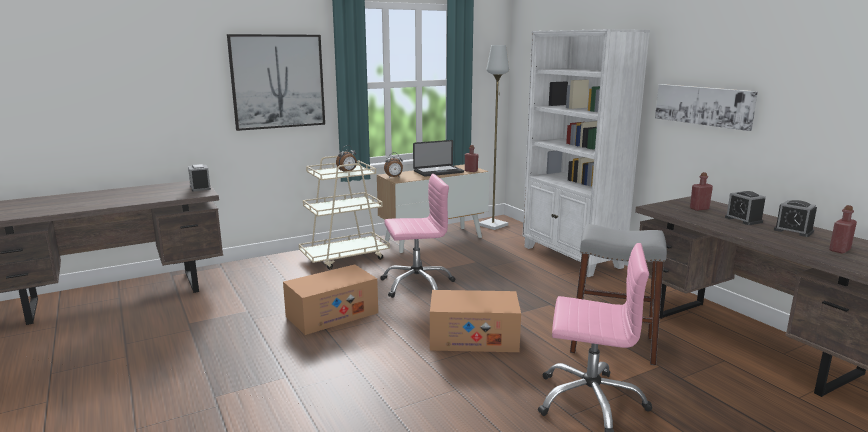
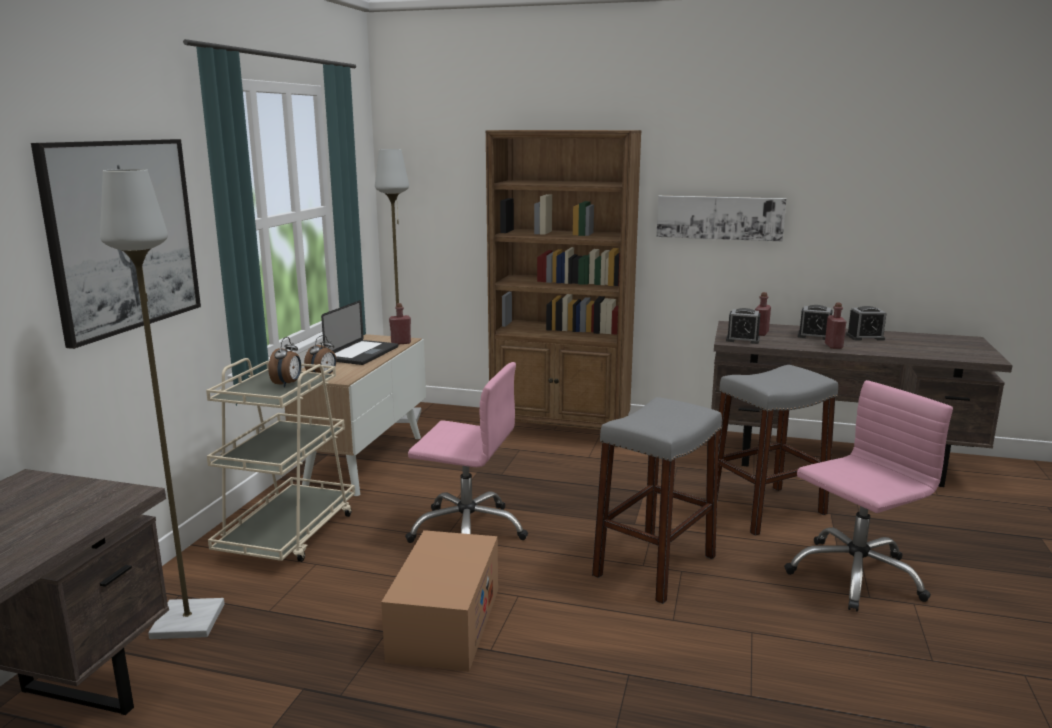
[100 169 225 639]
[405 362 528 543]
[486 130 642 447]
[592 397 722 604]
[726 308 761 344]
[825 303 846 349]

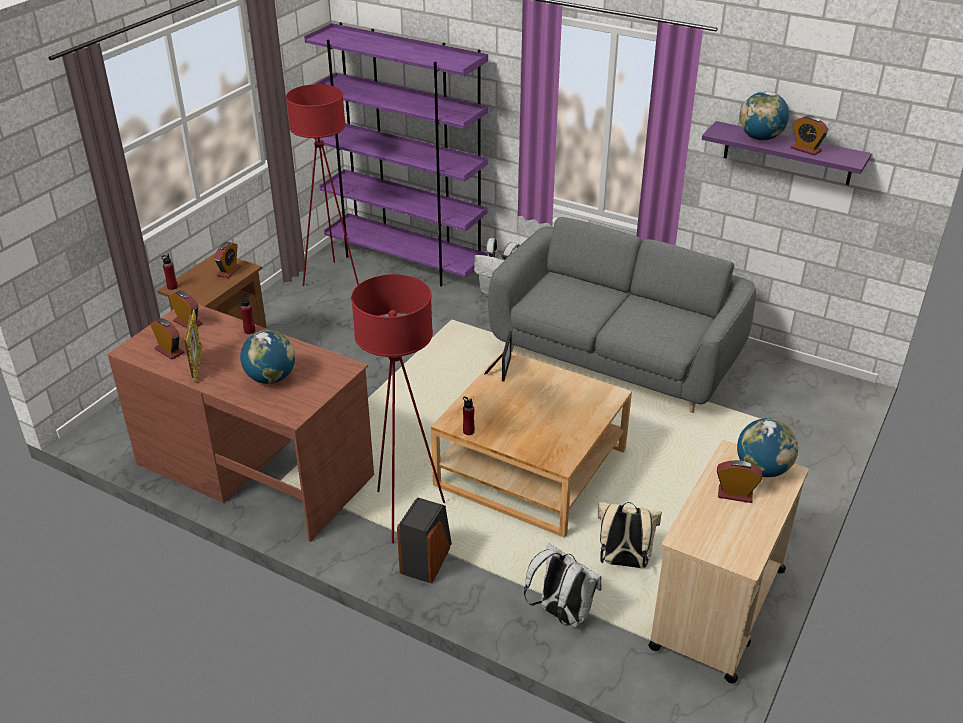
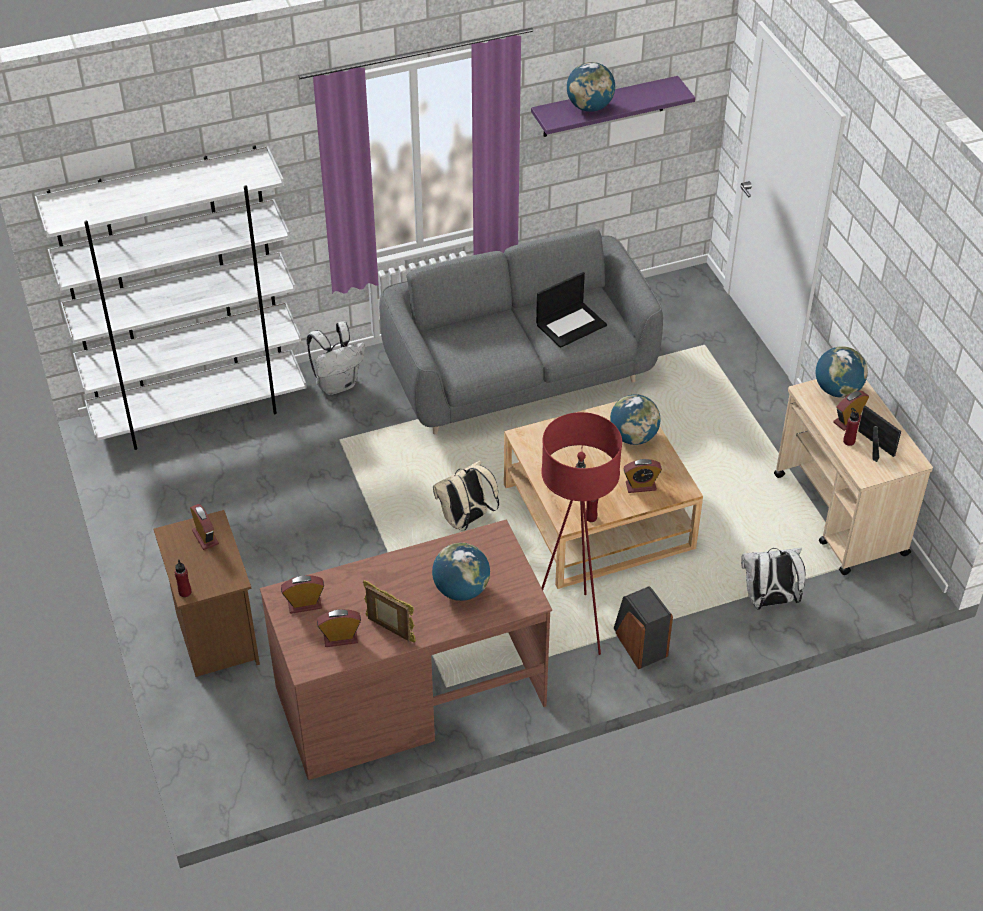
[35 145 307 450]
[433 460 499 531]
[536 272 607 348]
[610 394 660 445]
[623 459 662 493]
[843 408 860 446]
[858 405 901 462]
[286 84 359 286] (first image)

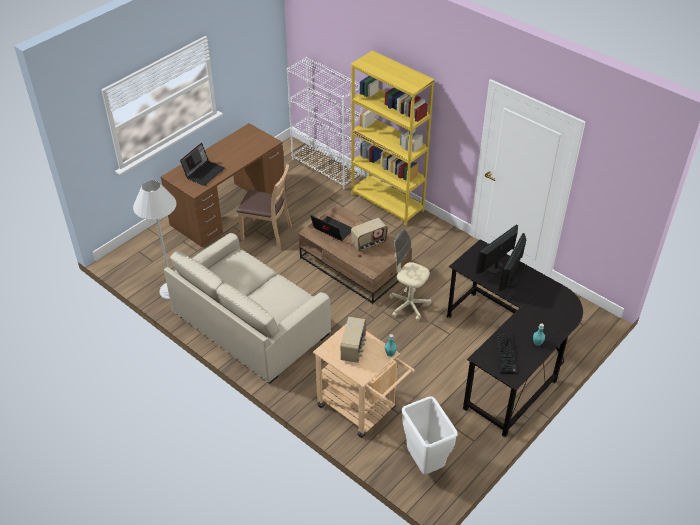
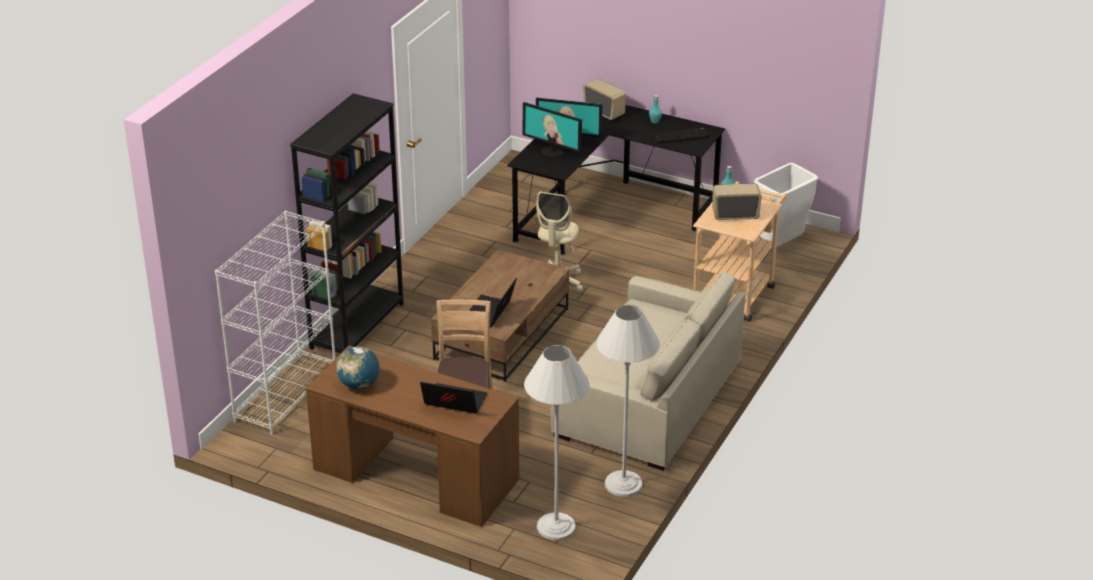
[290 93 404 353]
[336 346 380 389]
[524 345 590 540]
[583 79 626 120]

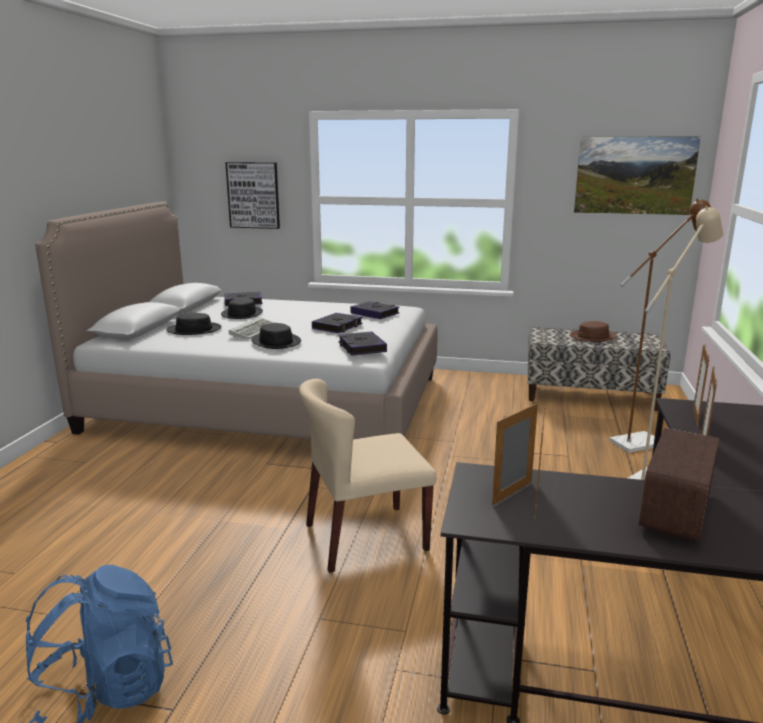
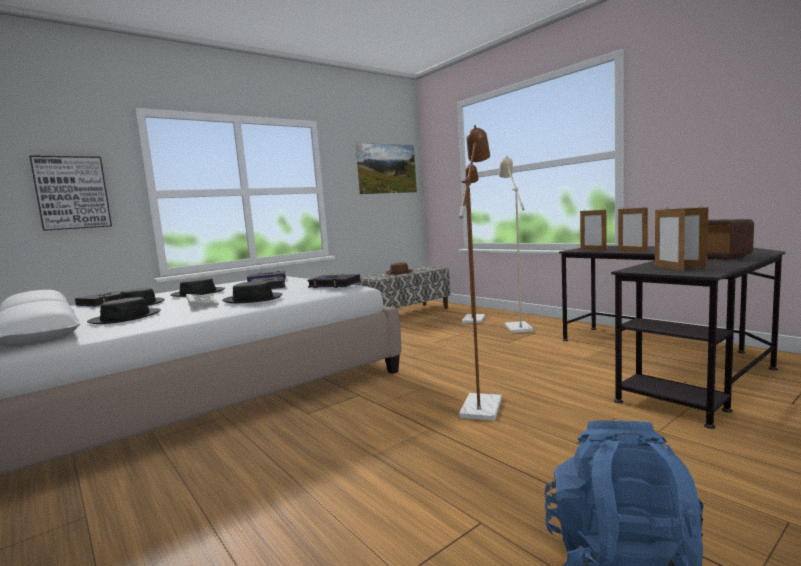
[170 278 225 297]
[459 125 502 421]

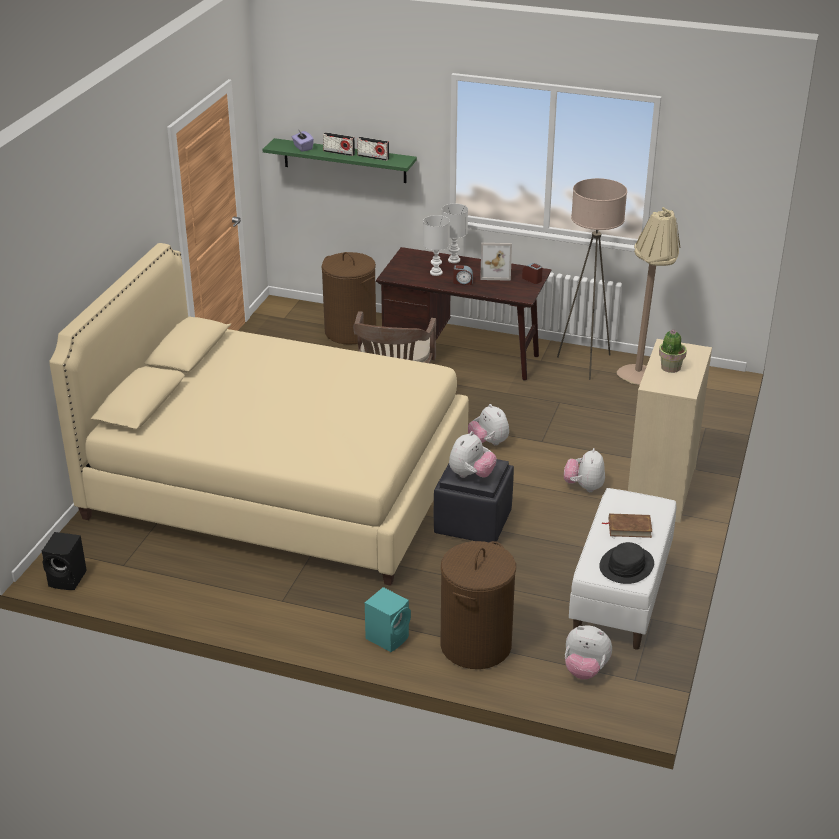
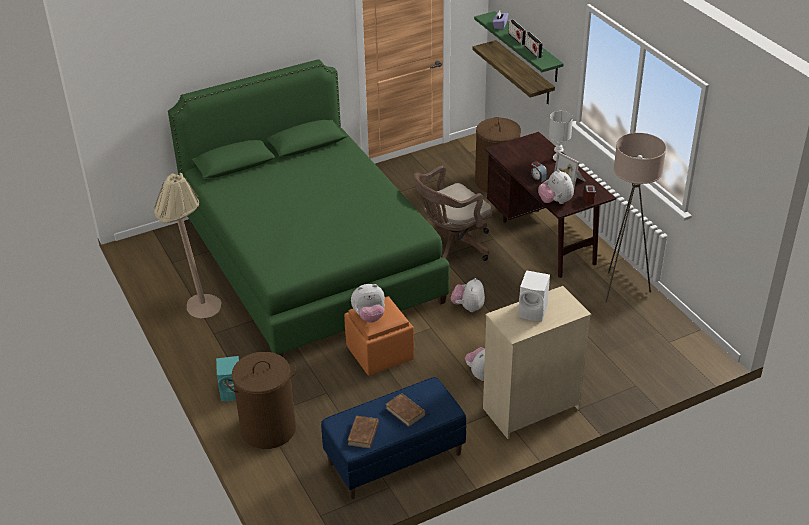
[154 173 221 318]
[168 59 450 357]
[321 377 466 499]
[344 296 414 376]
[347 415 379 449]
[473 40 555 104]
[518 270 550 321]
[538 169 574 204]
[42 532 87 590] (first image)
[423 215 450 276] (first image)

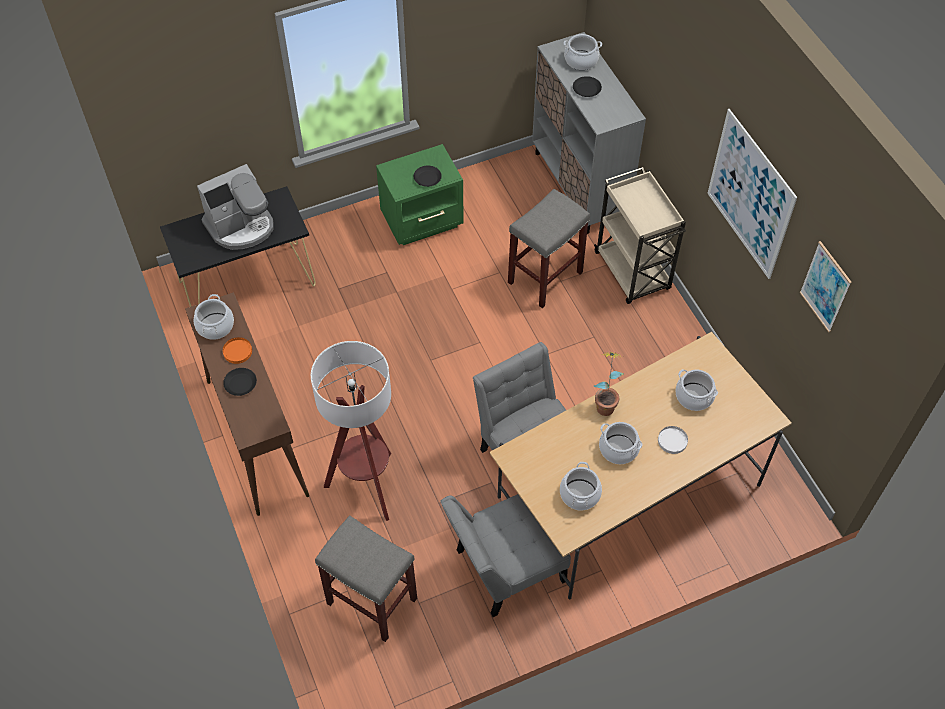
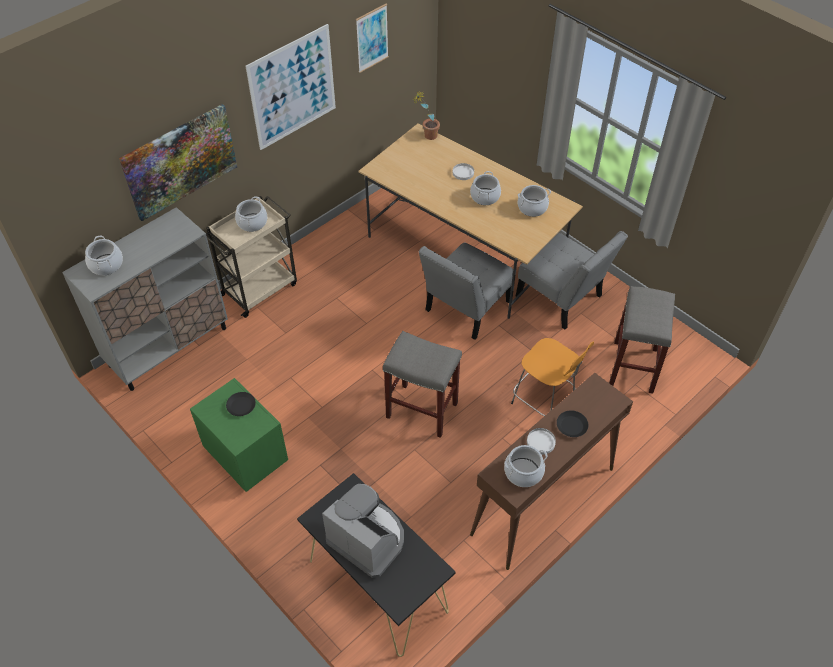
[119 104 237 221]
[235 196 267 232]
[383 331 462 438]
[414 91 440 140]
[511 338 594 416]
[527 428 556 455]
[573 76 602 97] (first image)

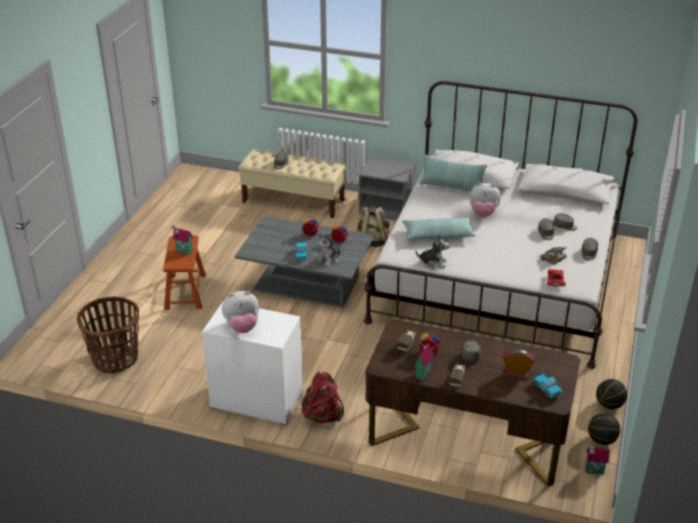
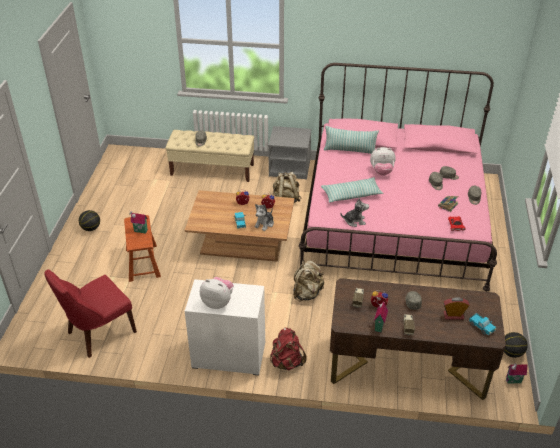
[44 269 137 358]
[79 210 100 231]
[185 190 295 262]
[200 277 234 309]
[293 260 324 302]
[299 63 497 291]

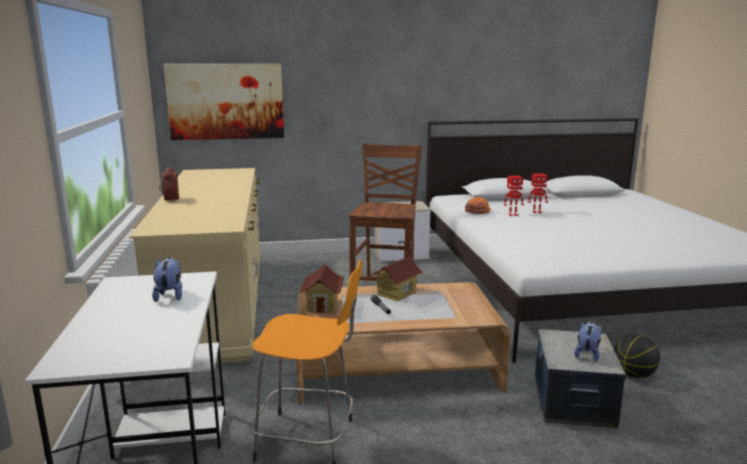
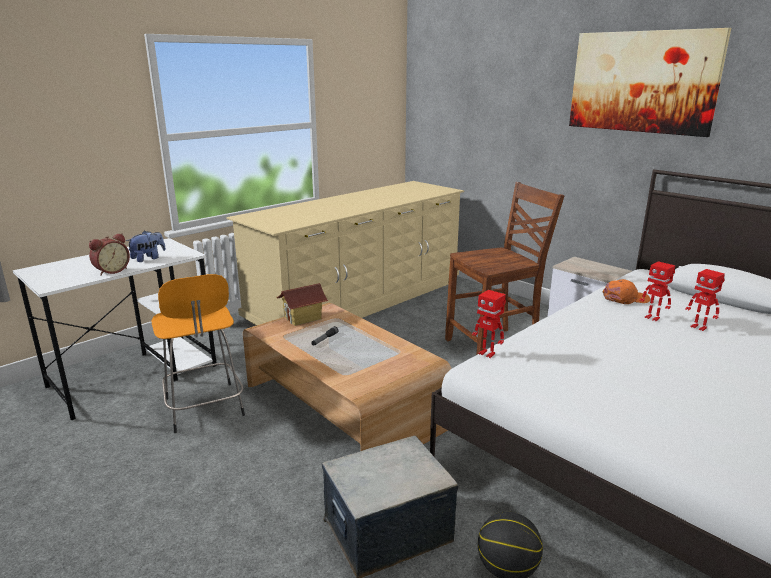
[89 233 130 276]
[472 290 506 358]
[569 28 731 137]
[369 256 423 302] (first image)
[574 321 601 362] (first image)

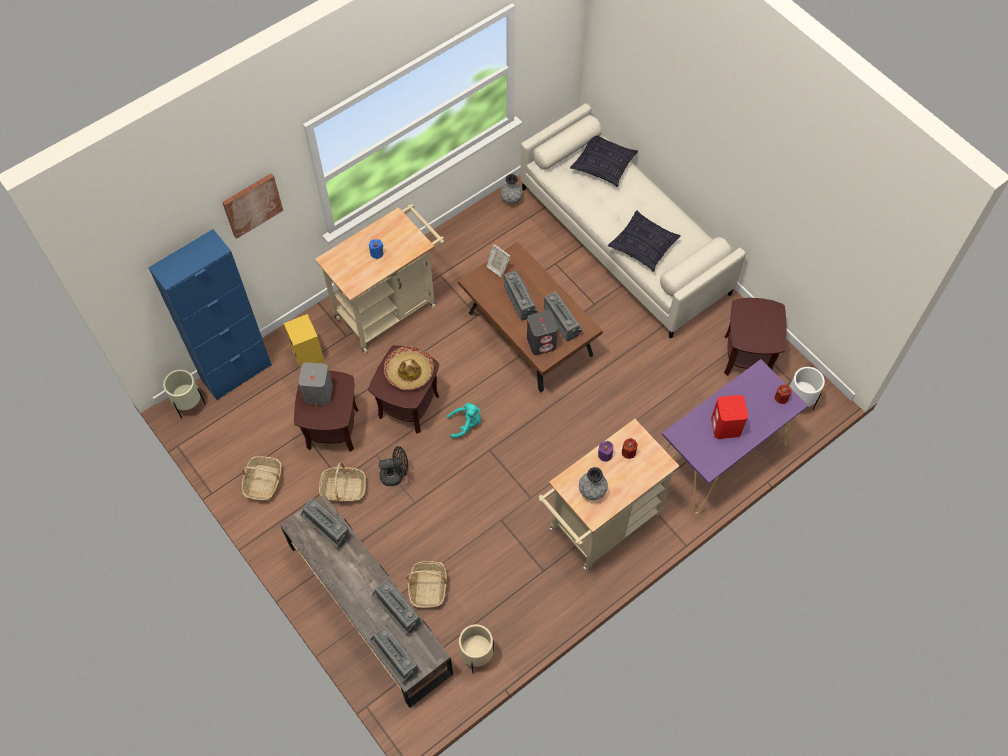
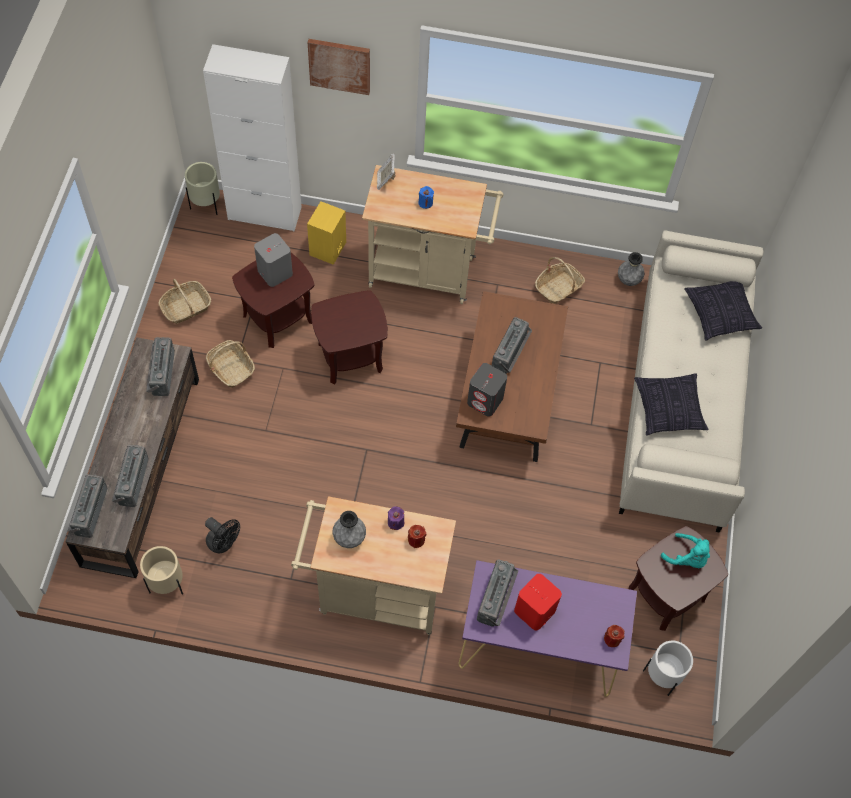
[203 44 302 232]
[205 517 240 553]
[377 153 395 190]
[477 560 518 627]
[535 257 585 304]
[661 533 710 568]
[384 346 434 390] (first image)

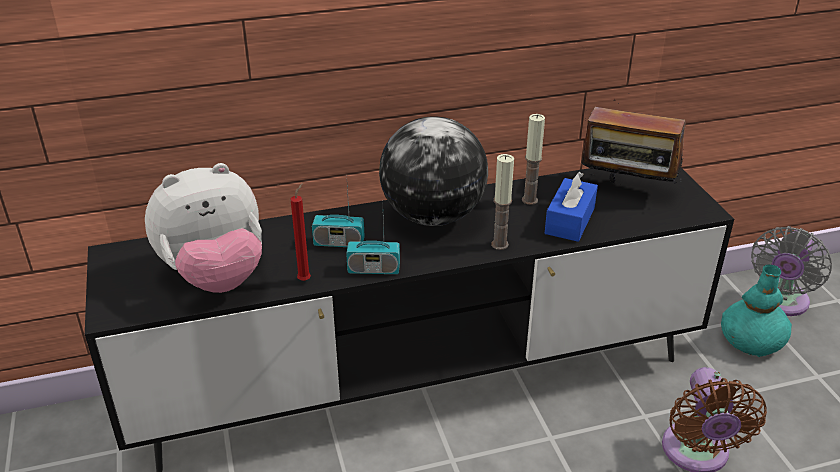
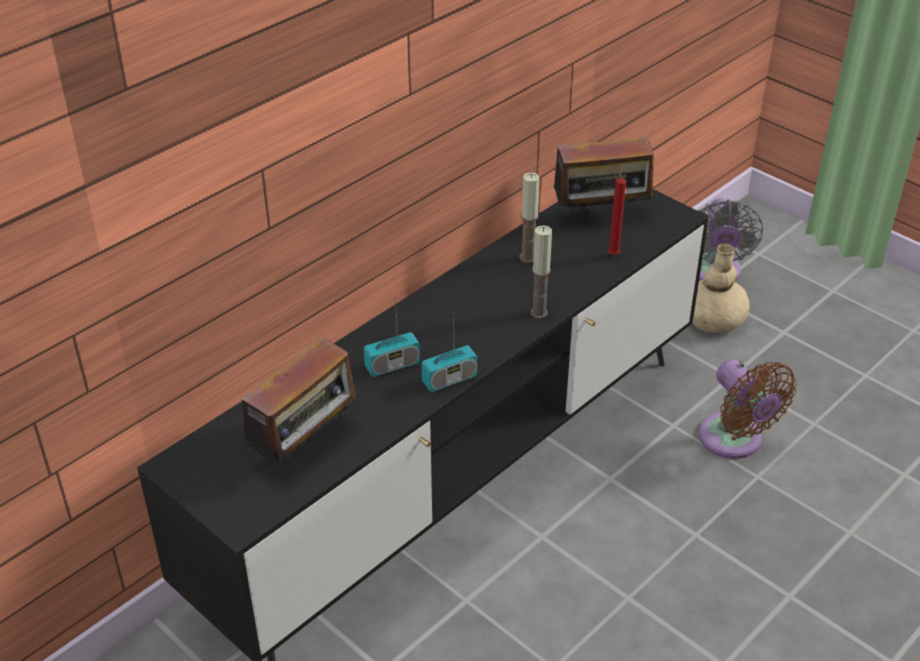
[230 336 365 470]
[608 166 626 255]
[692 243 750 334]
[379 116 488 226] (first image)
[545 172 598 242] (first image)

